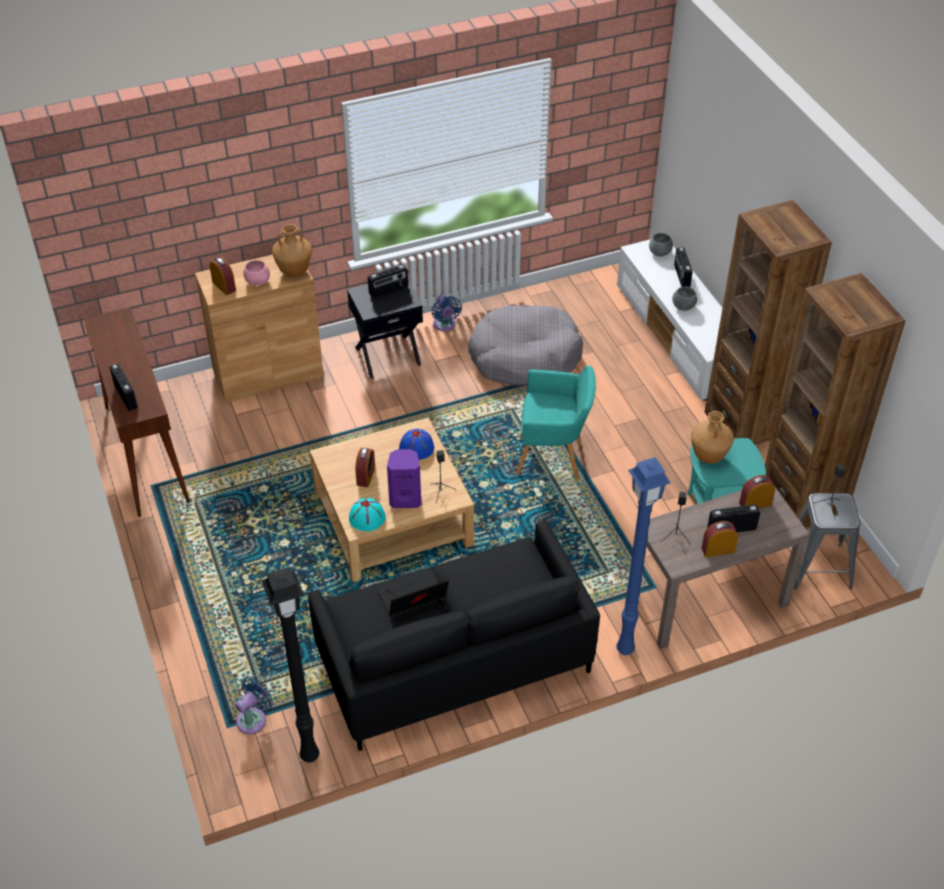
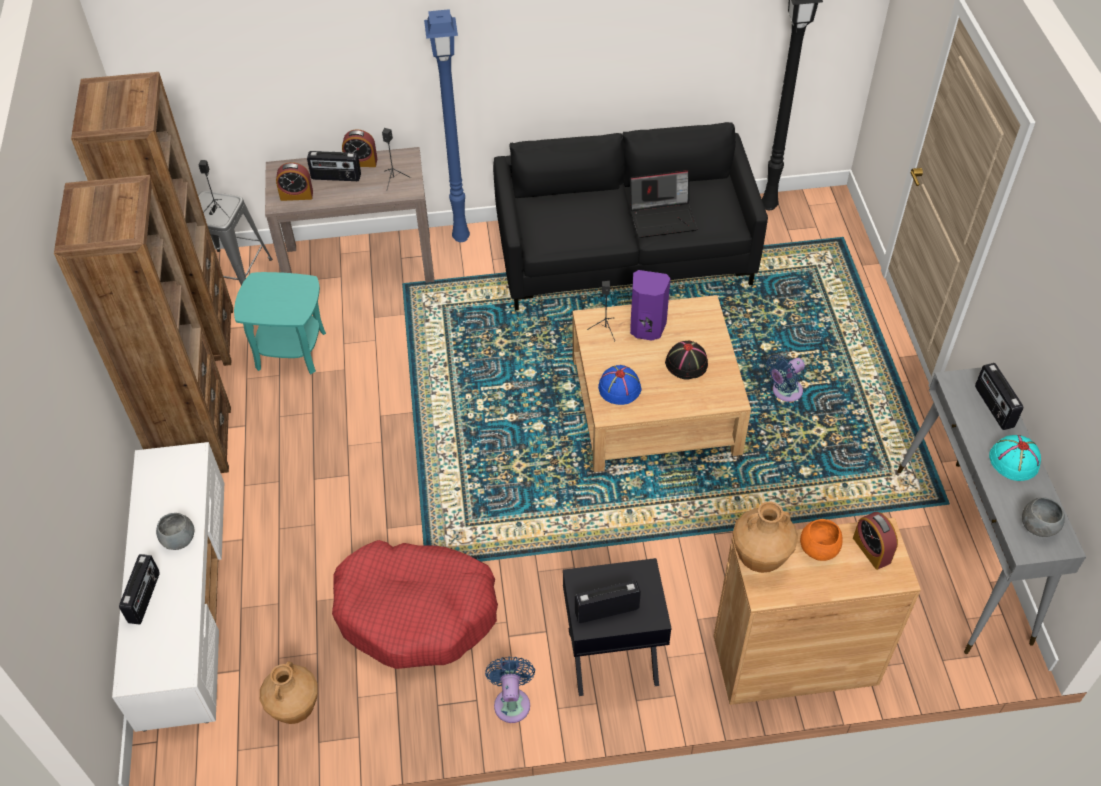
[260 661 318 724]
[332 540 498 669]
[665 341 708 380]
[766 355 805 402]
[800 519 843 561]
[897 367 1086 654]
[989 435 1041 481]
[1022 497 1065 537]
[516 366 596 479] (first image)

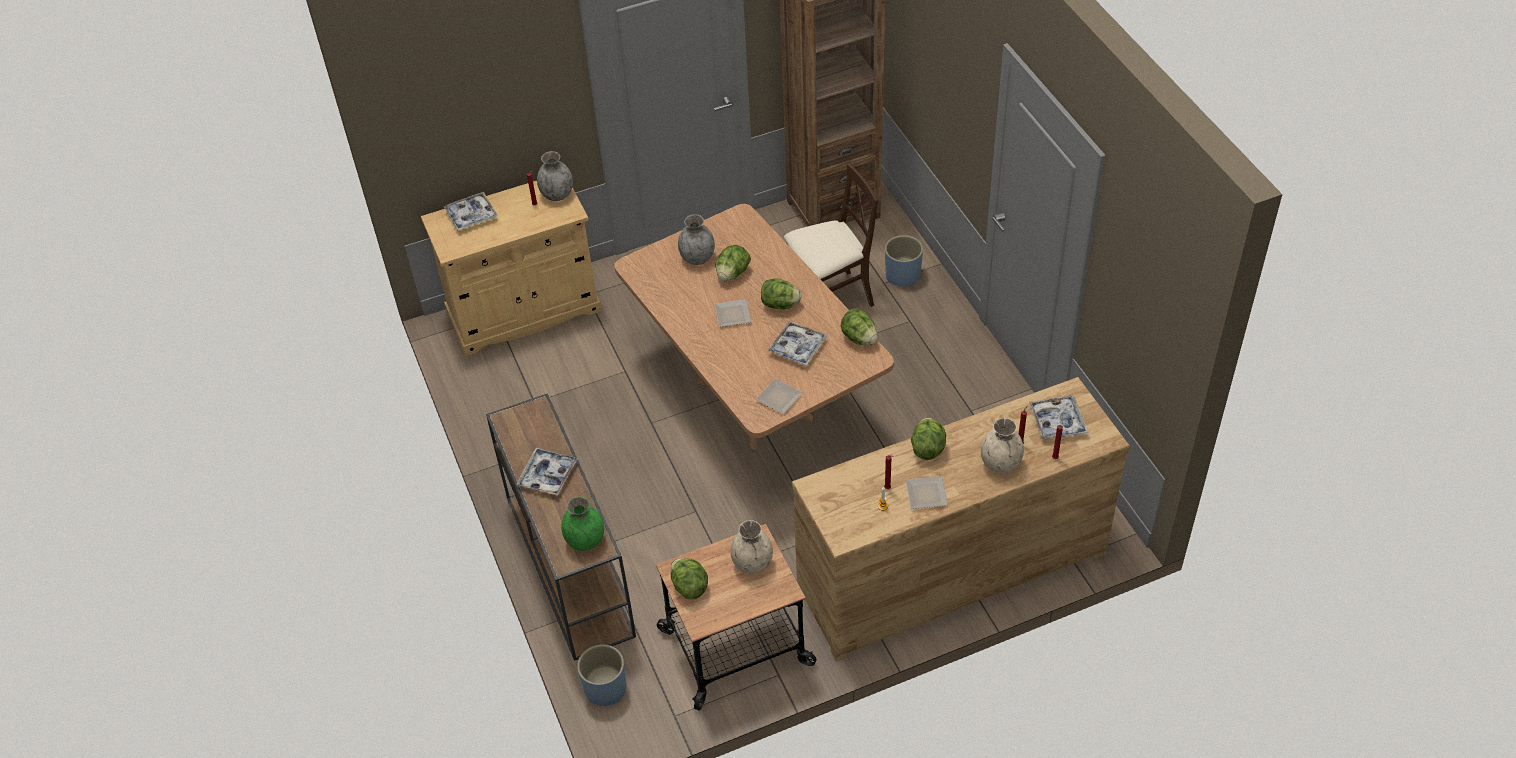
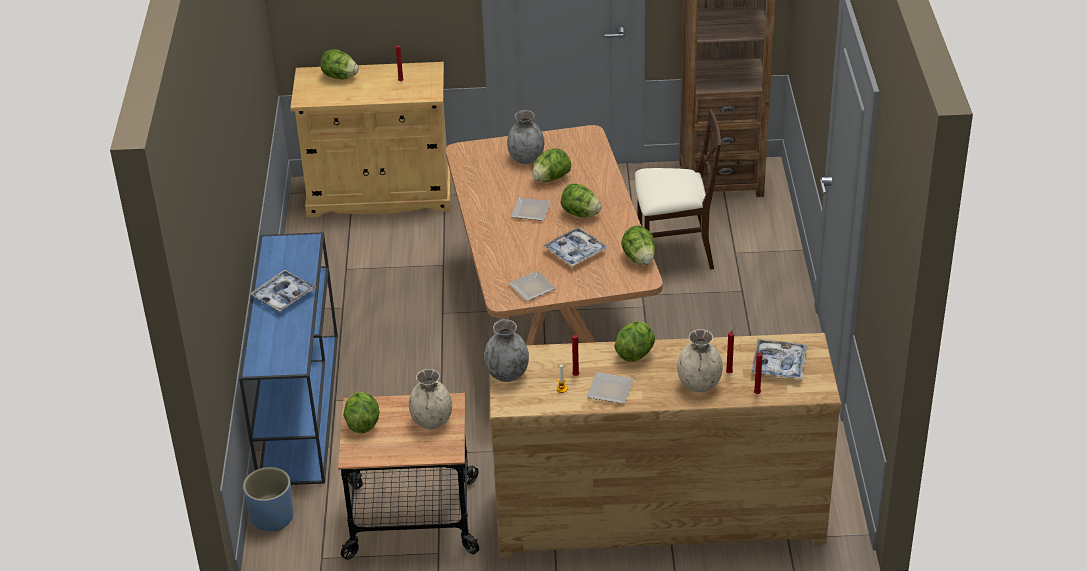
[239 232 338 485]
[321 49 359 80]
[484 319 529 382]
[561 496 604 551] (first image)
[885 235 923 287] (first image)

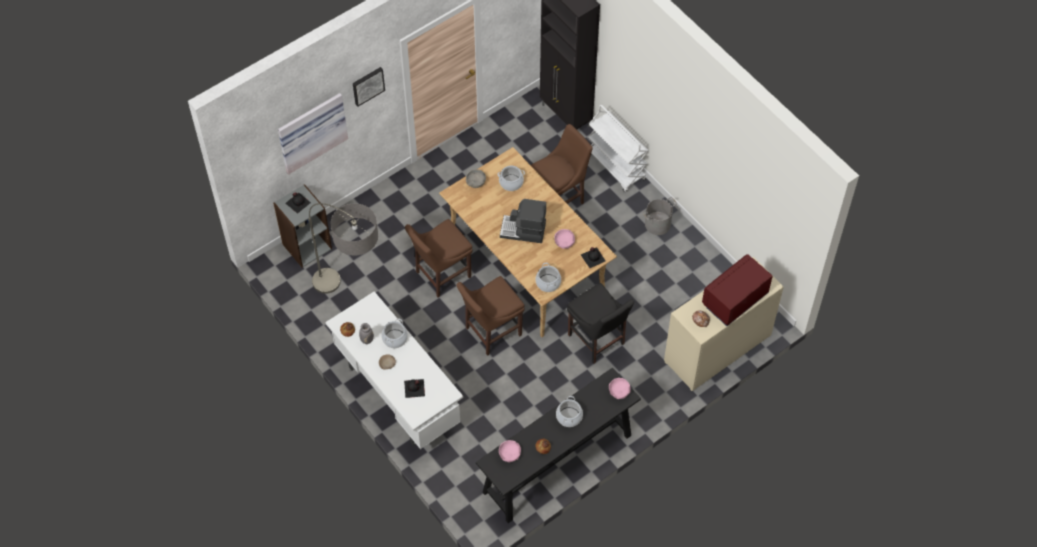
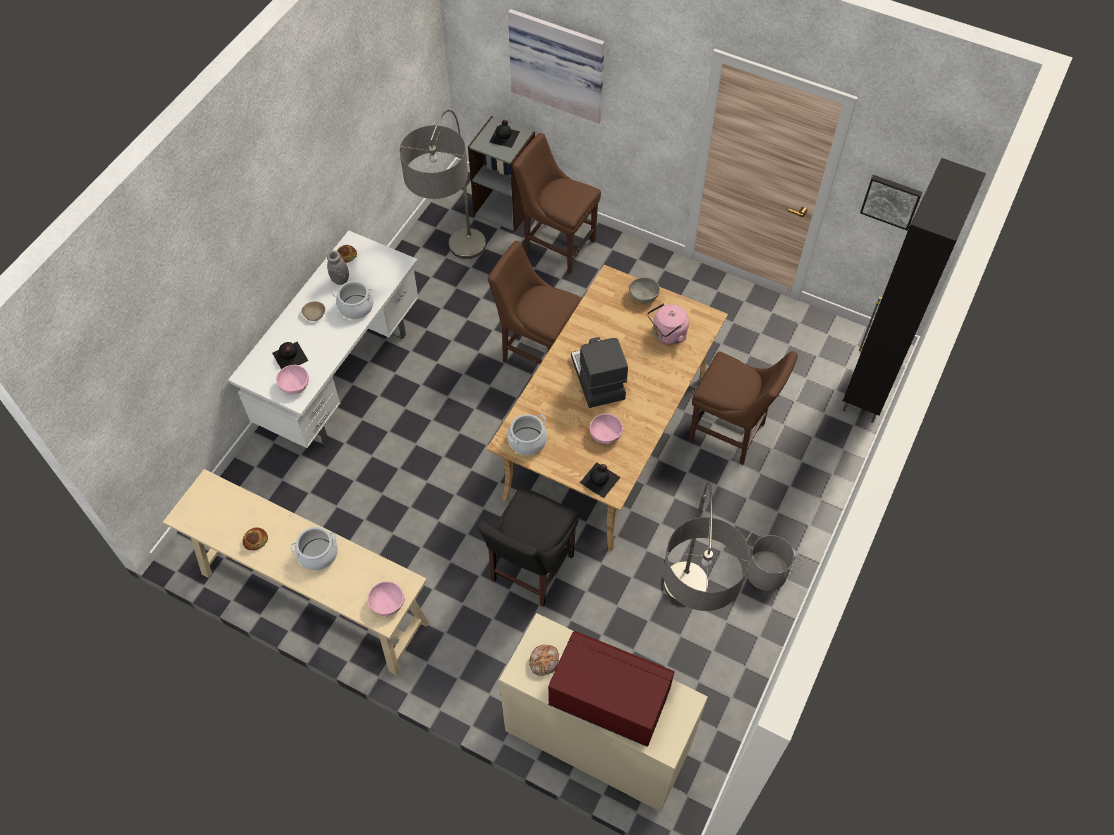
[163 469 429 676]
[276 365 309 394]
[513 133 601 275]
[647 303 689 344]
[663 482 750 611]
[860 175 922 230]
[588 105 649 192] (first image)

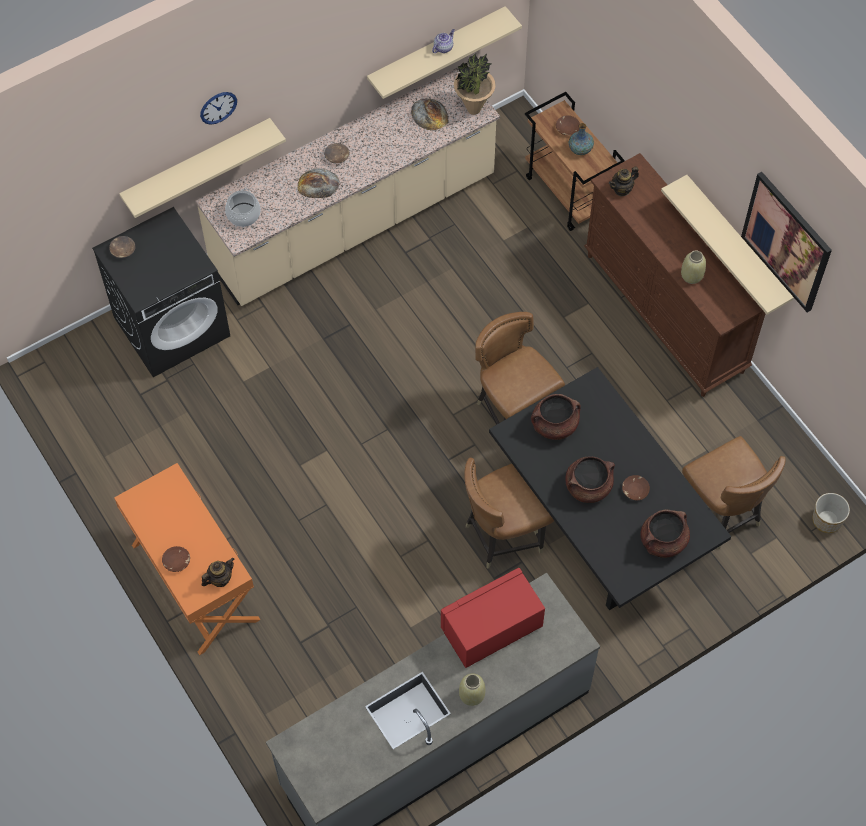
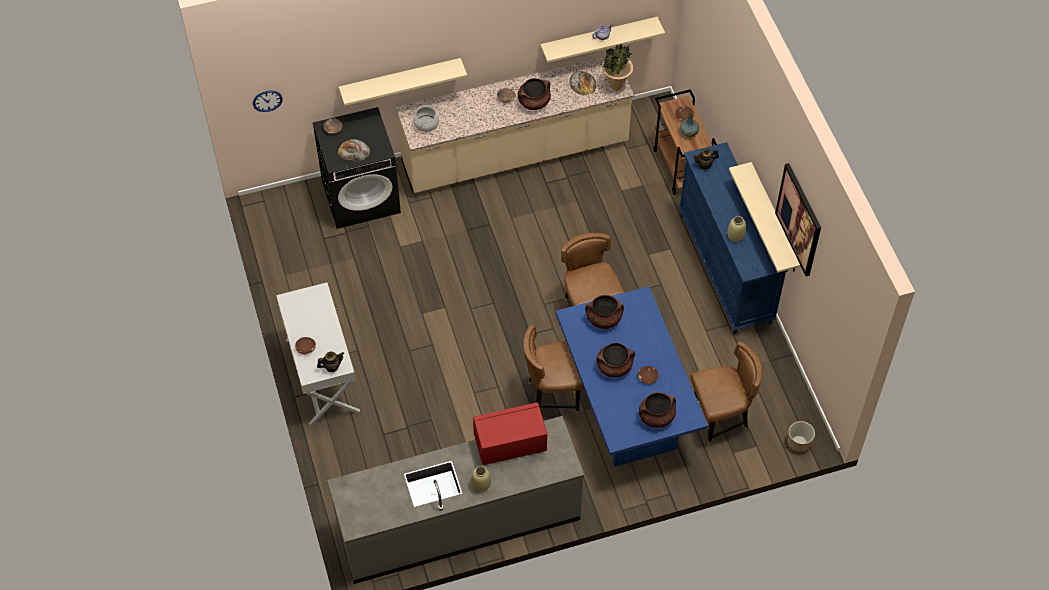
[253 91 283 112]
[276 282 360 425]
[338 139 370 162]
[518 78 551 110]
[556 286 708 467]
[678 142 788 334]
[691 341 762 446]

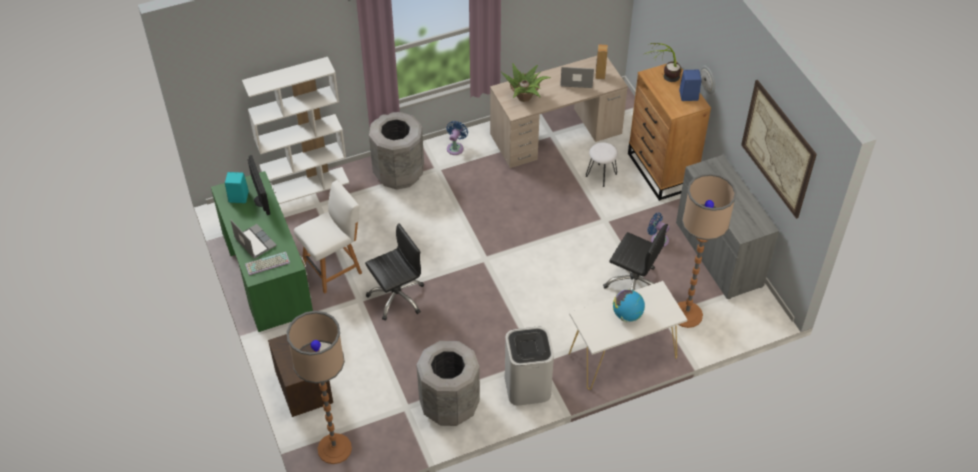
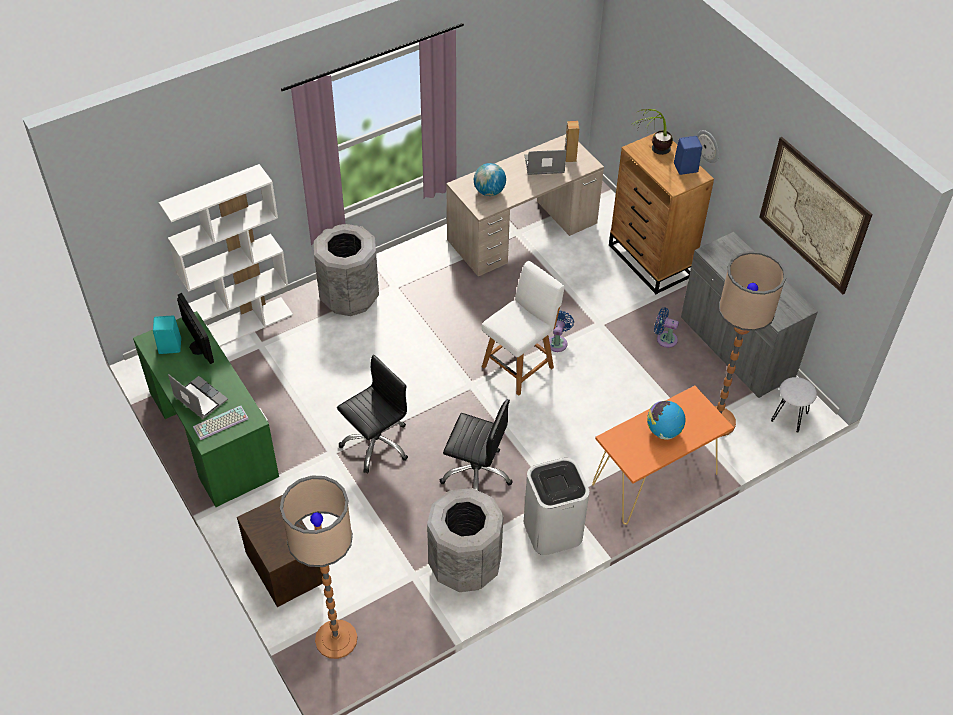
[440 399 513 491]
[474 163 506 196]
[482 261 565 396]
[549 311 574 352]
[592 386 734 525]
[771 377 817 433]

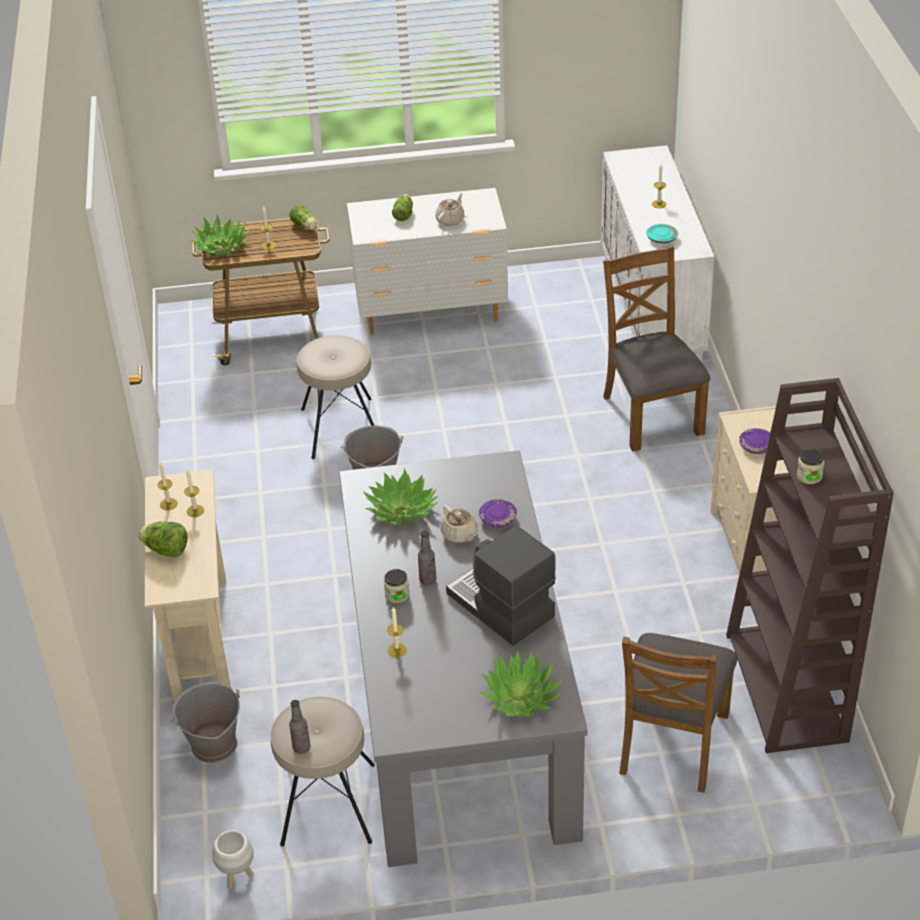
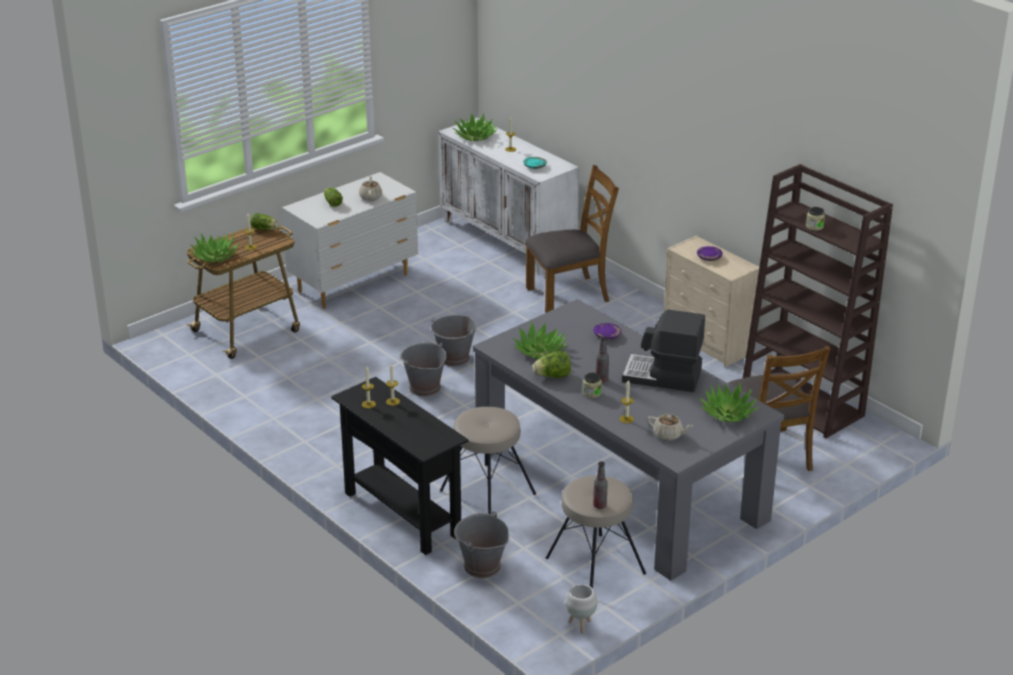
[331 377 468 555]
[430 315 477 367]
[440 407 536 514]
[453 113 498 141]
[525 165 619 313]
[532 351 571 378]
[647 414 693 441]

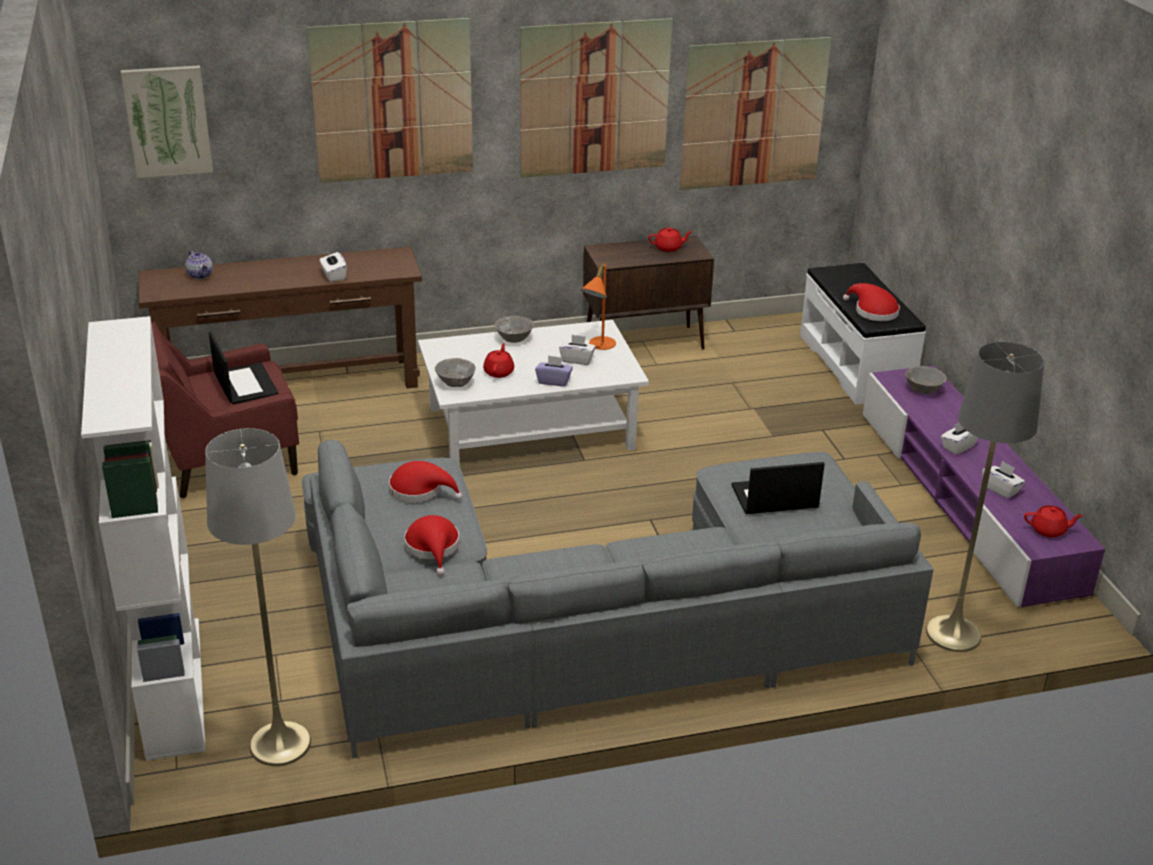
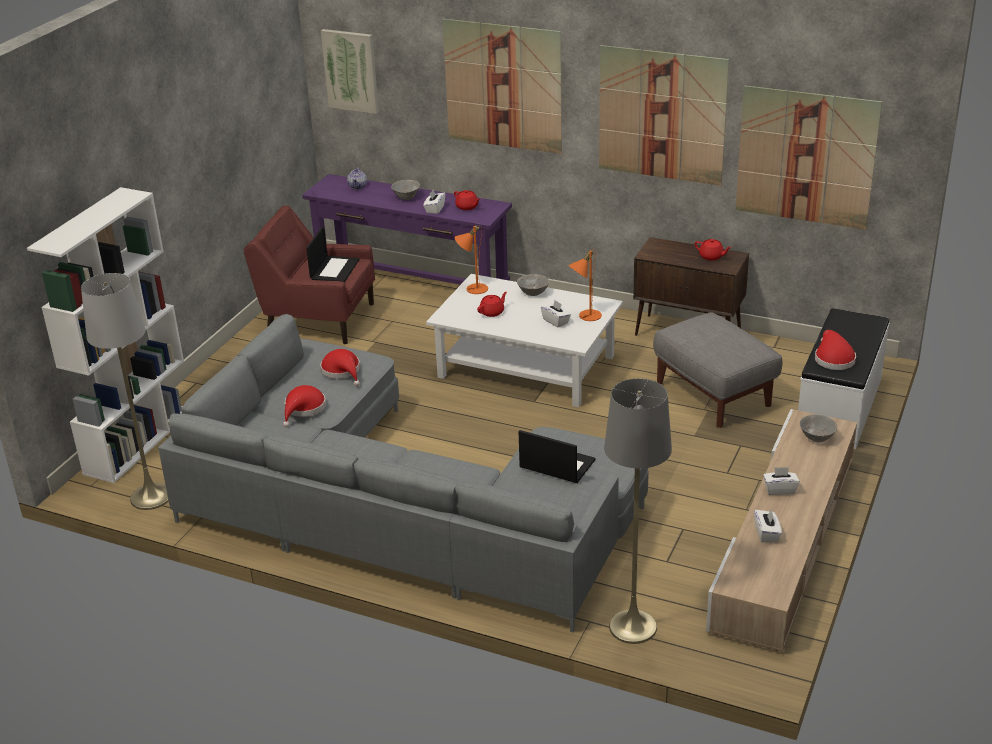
[302 174 512 285]
[391 180 420 200]
[454 190 480 210]
[455 225 488 294]
[653 312 782 428]
[706 409 857 652]
[535 355 573 387] (first image)

